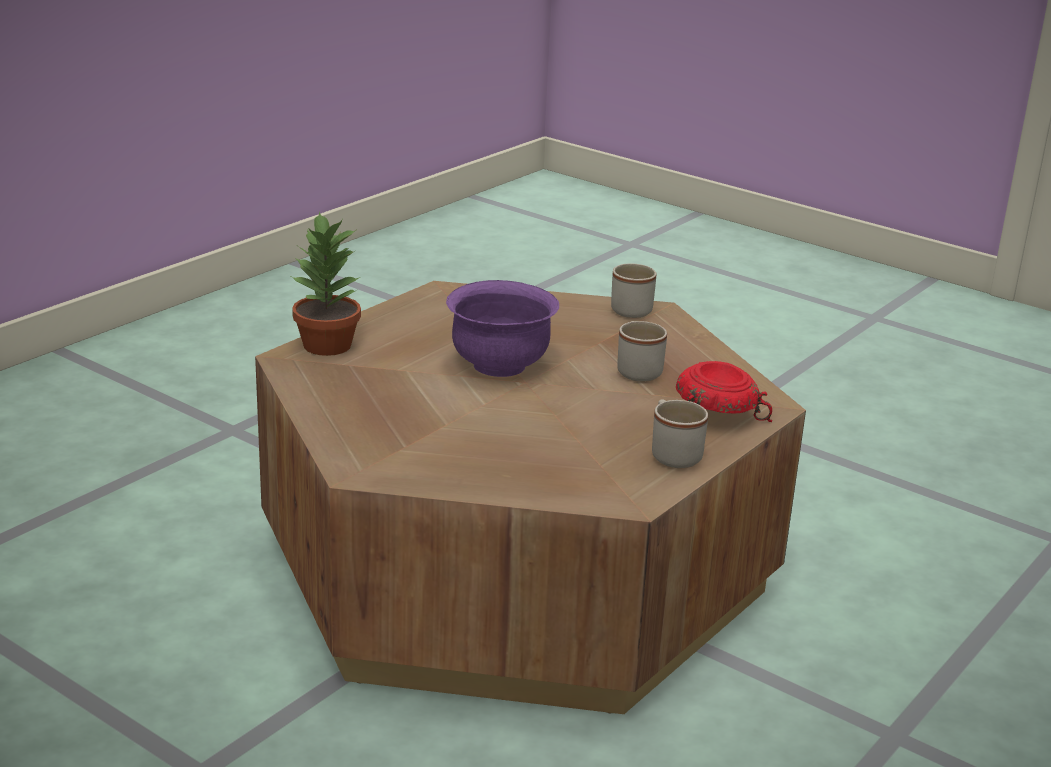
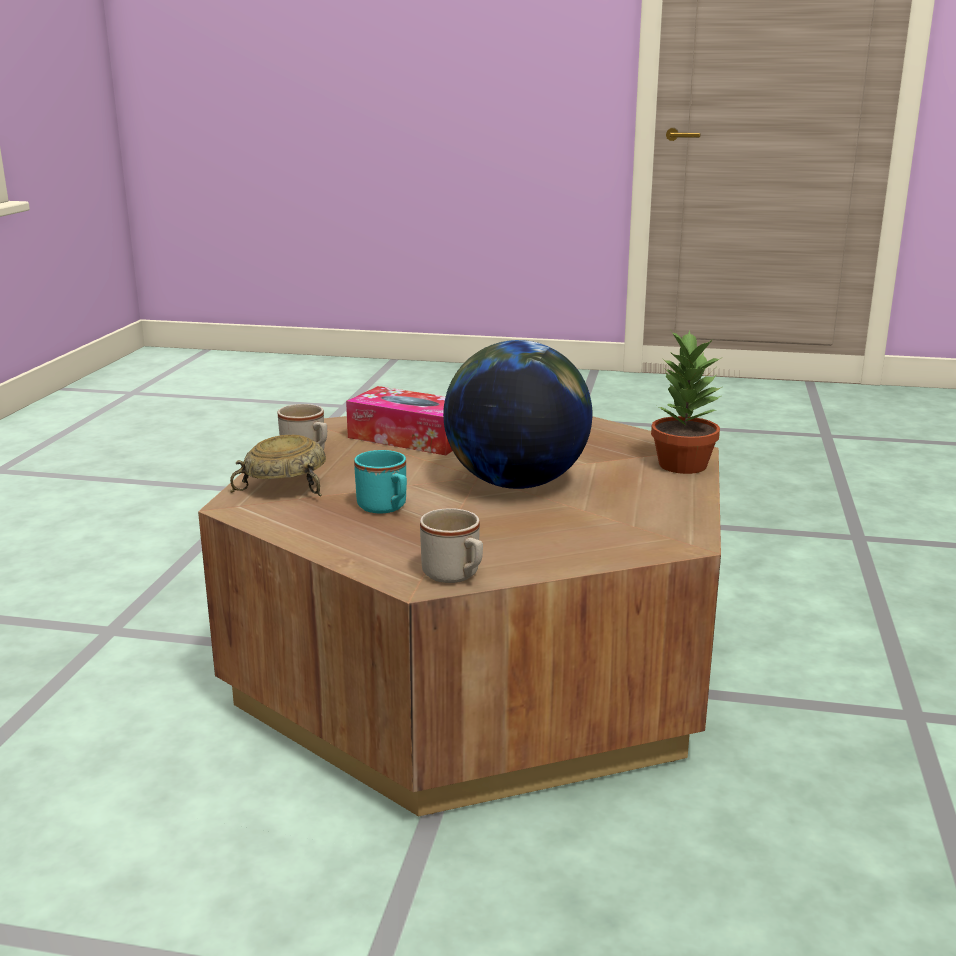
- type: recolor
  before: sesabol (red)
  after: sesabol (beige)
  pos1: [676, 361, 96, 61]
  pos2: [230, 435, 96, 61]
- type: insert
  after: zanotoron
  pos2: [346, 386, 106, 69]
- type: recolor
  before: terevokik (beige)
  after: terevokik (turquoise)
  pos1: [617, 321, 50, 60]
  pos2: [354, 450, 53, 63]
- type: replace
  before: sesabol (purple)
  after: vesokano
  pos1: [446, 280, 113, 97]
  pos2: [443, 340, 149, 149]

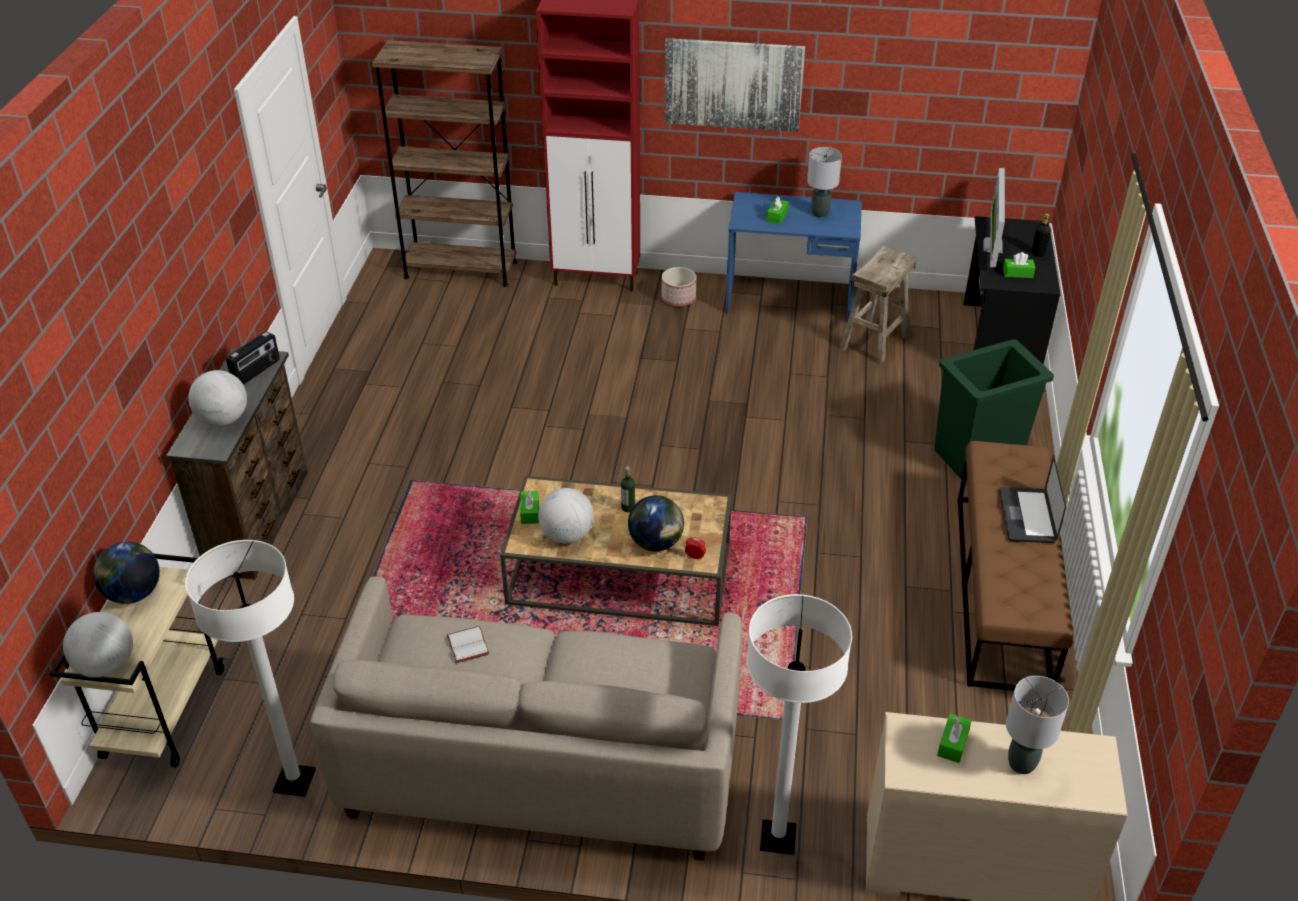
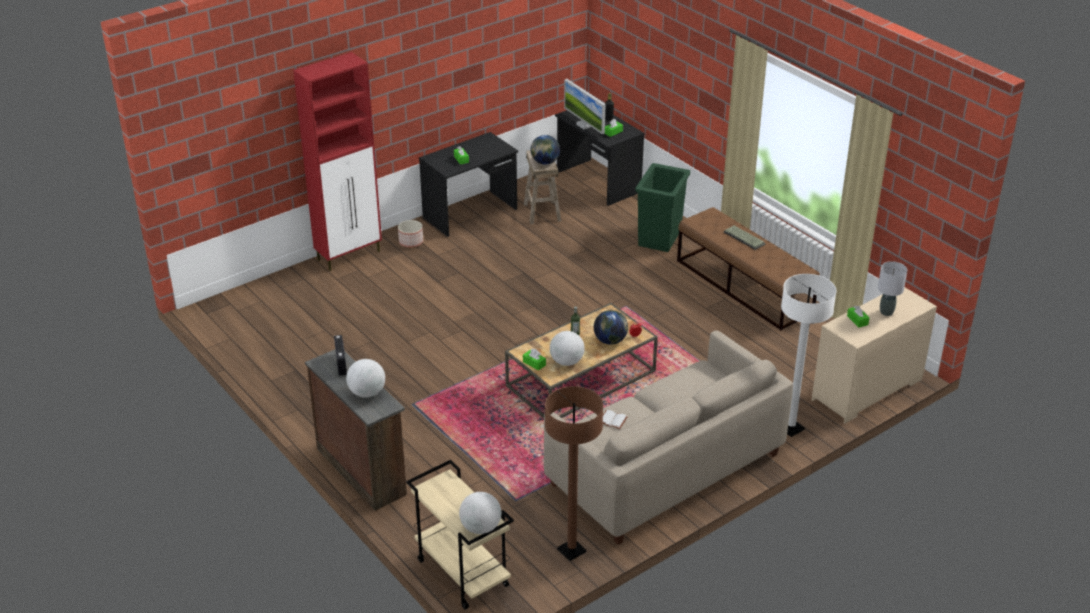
- type: recolor
  before: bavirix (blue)
  after: bavirix (black)
  pos1: [725, 192, 137, 130]
  pos2: [419, 132, 99, 105]
- type: move
  before: vesokano
  pos1: [93, 542, 67, 62]
  pos2: [531, 135, 29, 30]
- type: recolor
  before: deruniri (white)
  after: deruniri (brown)
  pos1: [185, 540, 131, 257]
  pos2: [545, 386, 58, 175]
- type: replace
  before: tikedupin
  after: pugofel
  pos1: [999, 456, 67, 87]
  pos2: [724, 225, 42, 25]
- type: delete
  before: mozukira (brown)
  pos1: [372, 40, 145, 247]
- type: delete
  before: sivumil
  pos1: [665, 38, 140, 94]
- type: delete
  before: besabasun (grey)
  pos1: [807, 147, 35, 70]

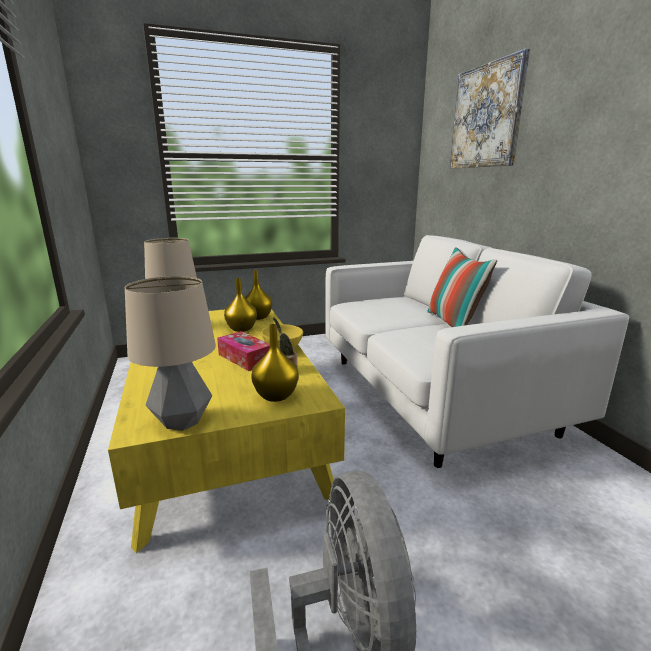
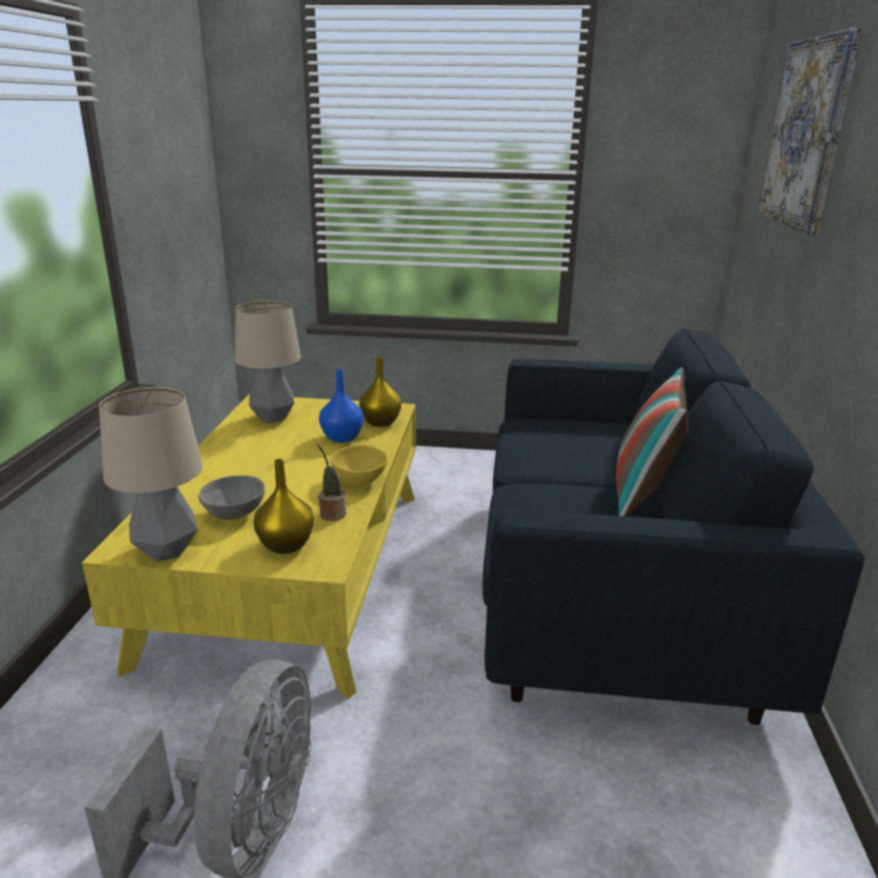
- type: insert
  after: sesabol (grey)
  pos2: [199, 475, 66, 45]
- type: recolor
  before: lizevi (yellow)
  after: lizevi (blue)
  pos1: [224, 278, 33, 54]
  pos2: [319, 369, 45, 74]
- type: recolor
  before: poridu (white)
  after: poridu (blue)
  pos1: [325, 235, 305, 233]
  pos2: [483, 329, 382, 396]
- type: delete
  before: zanotoron
  pos1: [217, 331, 53, 40]

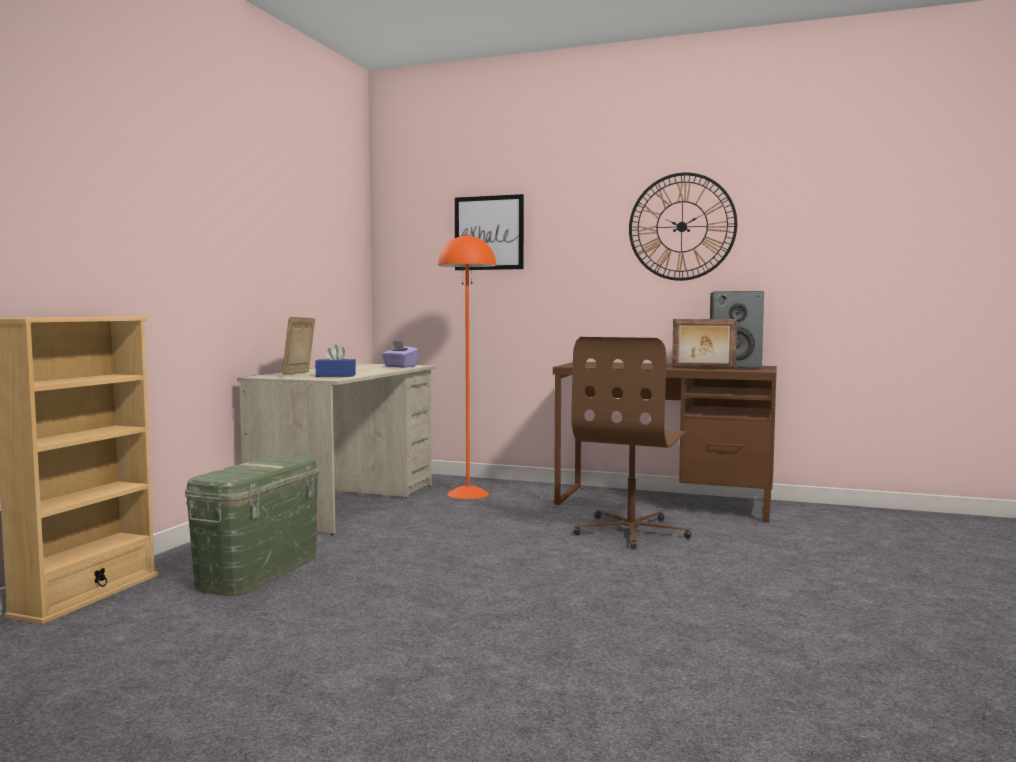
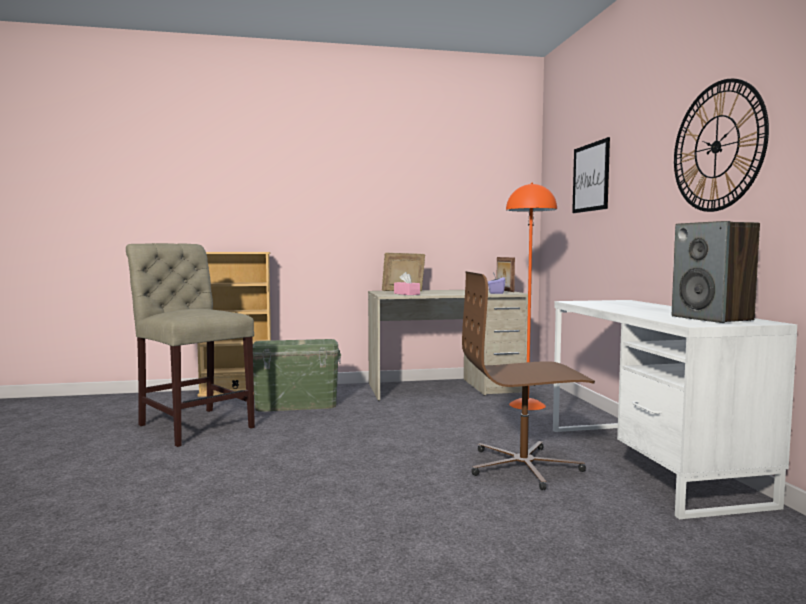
- type: insert
  after: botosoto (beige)
  pos2: [126, 243, 129, 204]
- type: recolor
  before: zanotoron (blue)
  after: zanotoron (pink)
  pos1: [315, 344, 41, 33]
  pos2: [394, 272, 26, 23]
- type: move
  before: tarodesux
  pos1: [672, 319, 65, 50]
  pos2: [496, 257, 19, 35]
- type: recolor
  before: bavirix (brown)
  after: bavirix (white)
  pos1: [553, 362, 224, 161]
  pos2: [553, 300, 244, 219]

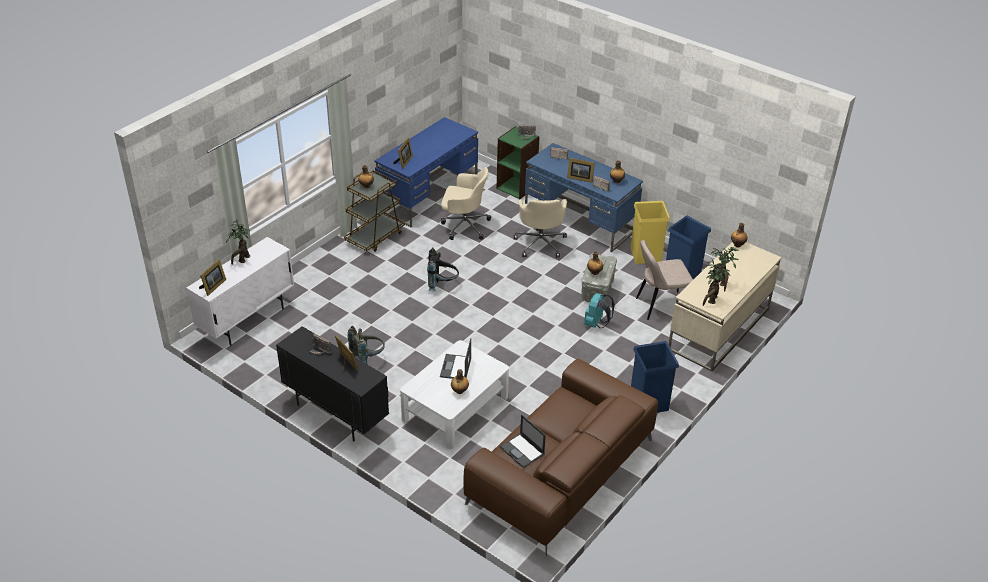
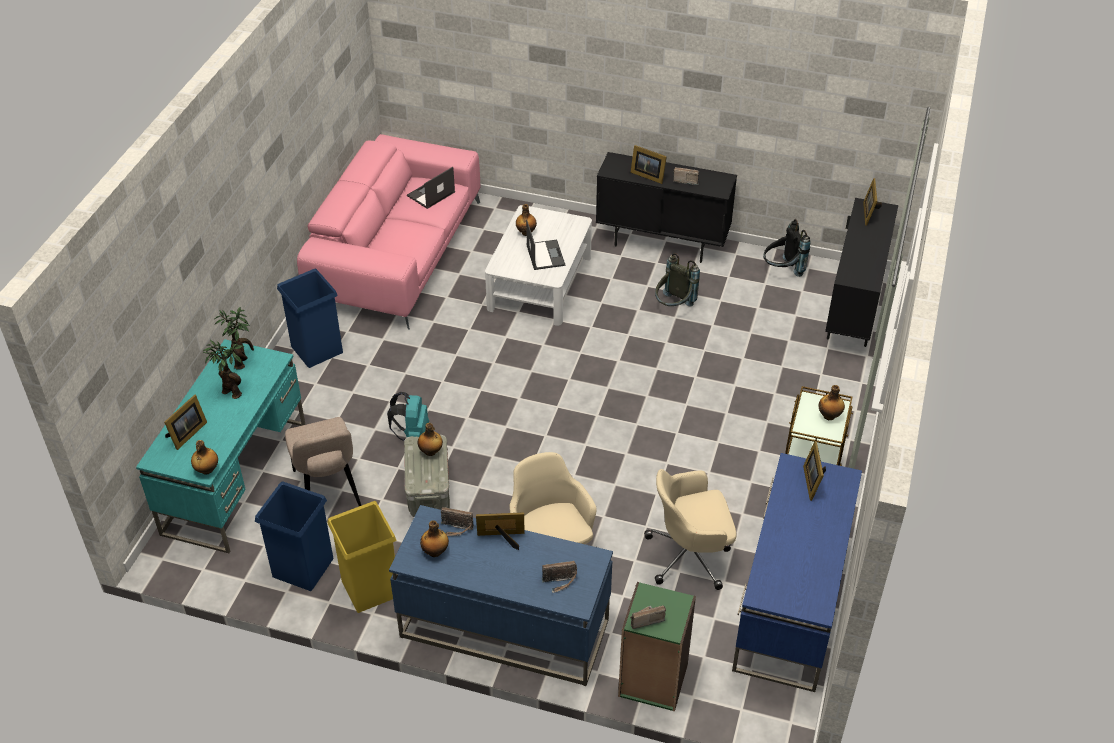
- type: recolor
  before: bavirix (beige)
  after: bavirix (turquoise)
  pos1: [668, 242, 114, 130]
  pos2: [136, 339, 170, 214]
- type: insert
  after: tarodesux
  pos2: [164, 394, 43, 56]
- type: rotate
  before: botosoto (beige)
  pos1: [636, 240, 57, 80]
  pos2: [285, 417, 76, 89]
  turn: 105
- type: recolor
  before: poridu (brown)
  after: poridu (pink)
  pos1: [464, 358, 194, 198]
  pos2: [297, 134, 183, 196]
- type: rotate
  before: tikedupin
  pos1: [500, 415, 46, 53]
  pos2: [407, 167, 48, 42]
  turn: -75
- type: move
  before: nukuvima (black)
  pos1: [427, 247, 32, 44]
  pos2: [763, 219, 48, 58]
- type: recolor
  before: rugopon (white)
  after: rugopon (black)
  pos1: [186, 237, 108, 109]
  pos2: [825, 198, 73, 149]
- type: delete
  before: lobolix
  pos1: [226, 219, 24, 45]

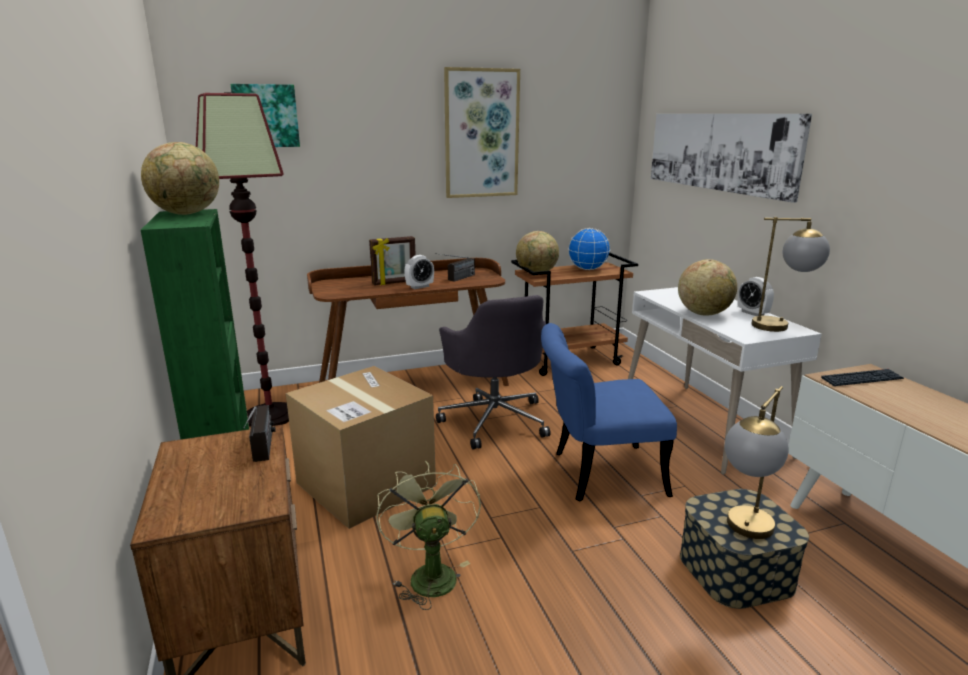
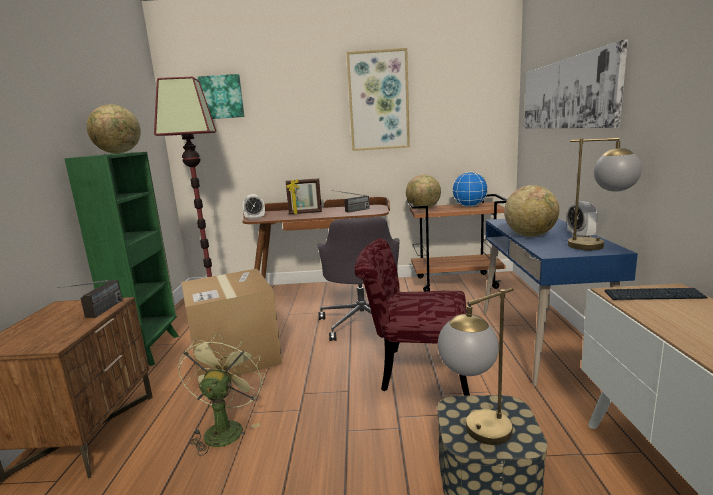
- type: move
  before: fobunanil
  pos1: [404, 255, 30, 34]
  pos2: [242, 194, 23, 26]
- type: recolor
  before: botosoto (blue)
  after: botosoto (red)
  pos1: [541, 323, 136, 178]
  pos2: [354, 238, 116, 157]
- type: recolor
  before: bavirix (white)
  after: bavirix (blue)
  pos1: [628, 287, 194, 188]
  pos2: [483, 219, 155, 168]

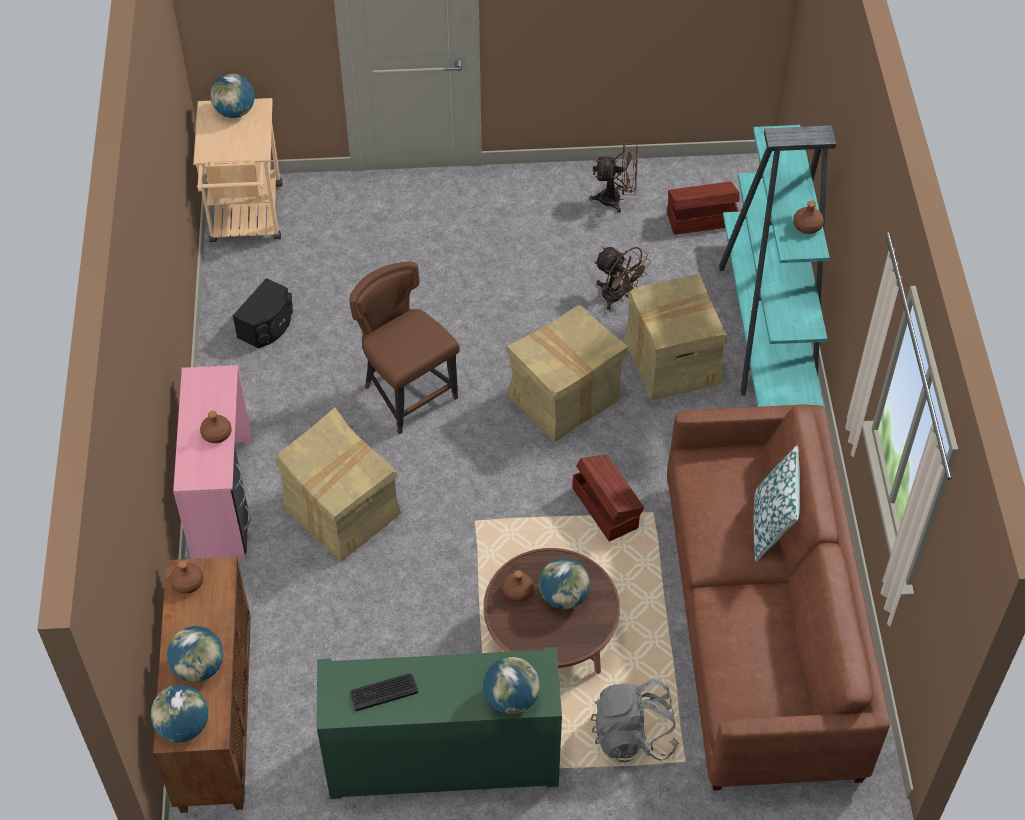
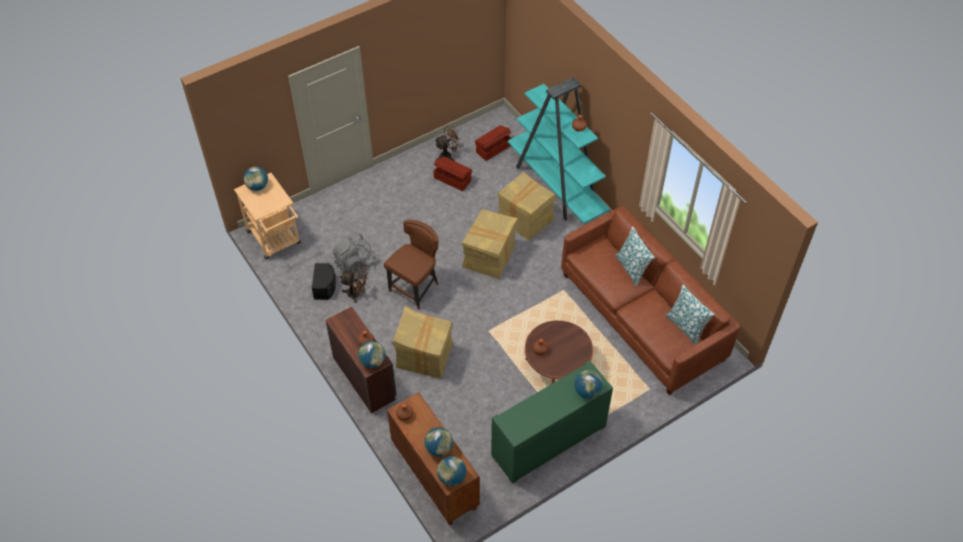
- type: recolor
  before: bavirix (pink)
  after: bavirix (brown)
  pos1: [173, 365, 80, 196]
  pos2: [325, 306, 72, 108]
- type: move
  before: nukuvima (grey)
  pos1: [591, 679, 88, 83]
  pos2: [333, 232, 42, 41]
- type: move
  before: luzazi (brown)
  pos1: [594, 247, 57, 63]
  pos2: [340, 265, 29, 38]
- type: move
  before: vesokano
  pos1: [539, 558, 51, 51]
  pos2: [358, 341, 27, 27]
- type: rotate
  before: botosoto (brown)
  pos1: [349, 262, 111, 173]
  pos2: [384, 220, 54, 90]
  turn: 105
- type: move
  before: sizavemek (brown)
  pos1: [572, 454, 72, 87]
  pos2: [434, 156, 38, 35]
- type: insert
  after: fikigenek
  pos2: [665, 285, 50, 60]
- type: delete
  before: pugofel
  pos1: [350, 673, 68, 38]

